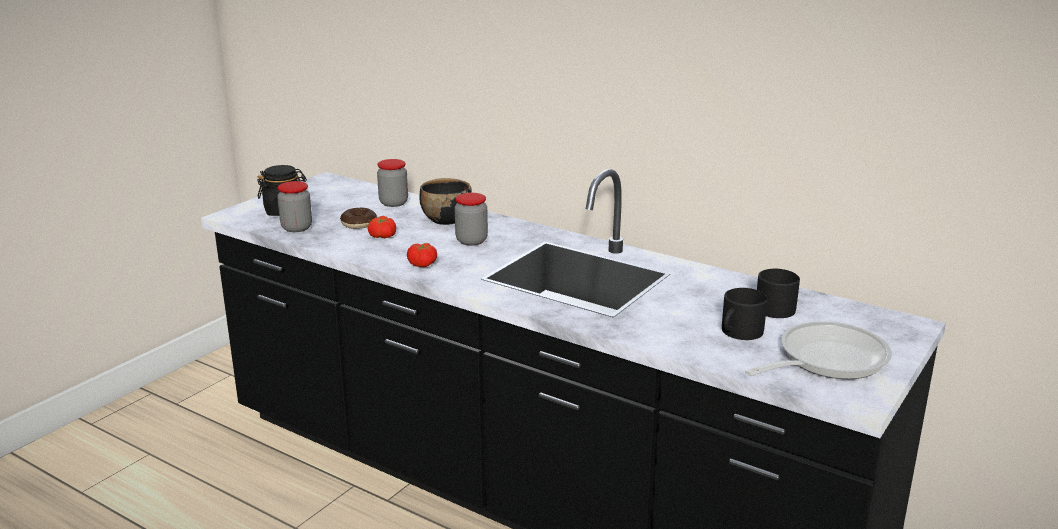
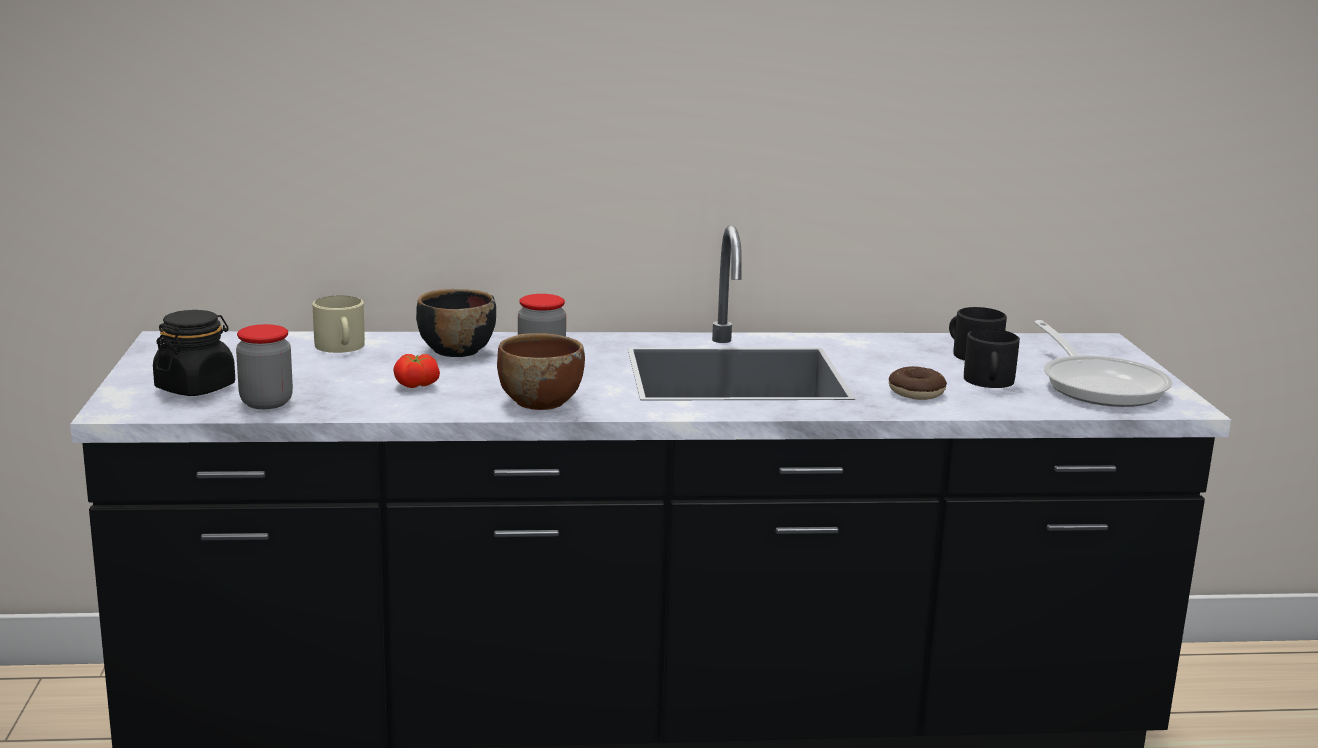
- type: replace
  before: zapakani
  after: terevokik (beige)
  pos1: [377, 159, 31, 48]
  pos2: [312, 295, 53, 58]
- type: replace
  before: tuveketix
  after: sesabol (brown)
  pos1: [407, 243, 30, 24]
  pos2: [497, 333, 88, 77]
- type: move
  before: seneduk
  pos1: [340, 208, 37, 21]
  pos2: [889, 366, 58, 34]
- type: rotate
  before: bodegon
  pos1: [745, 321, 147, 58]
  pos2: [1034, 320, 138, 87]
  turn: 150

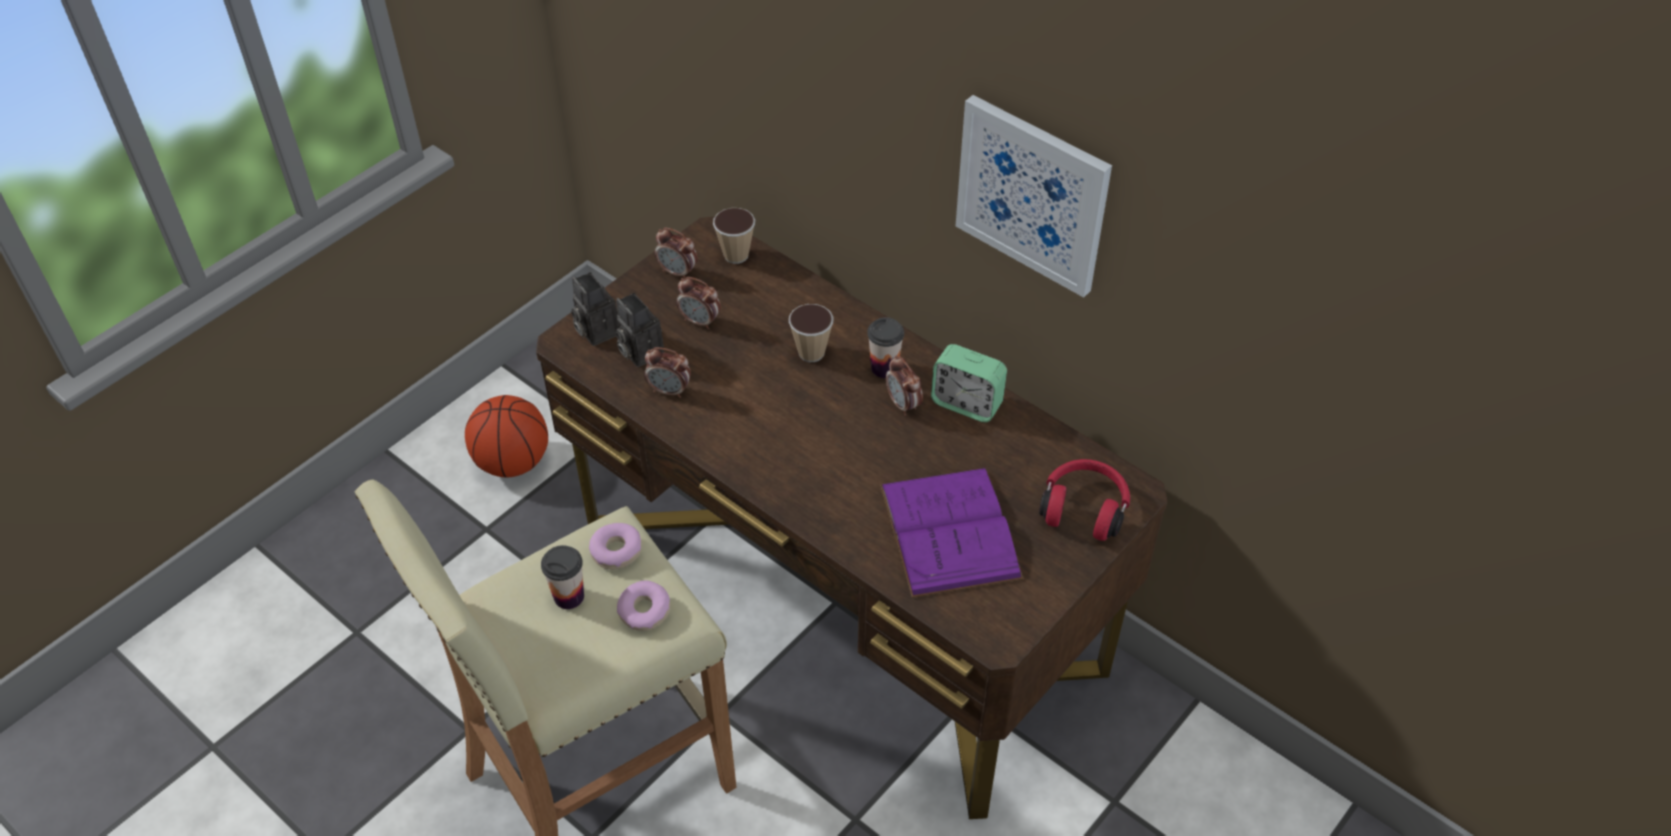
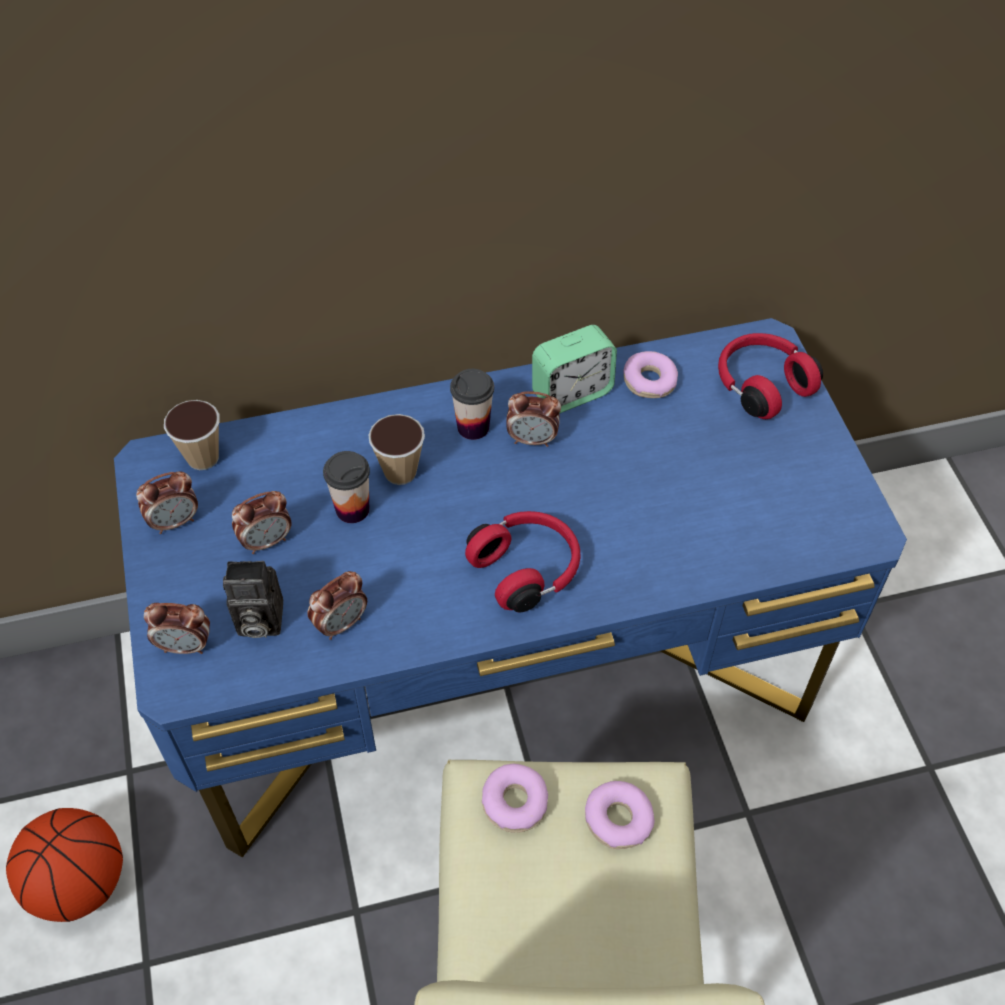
- type: recolor
  before: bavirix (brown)
  after: bavirix (blue)
  pos1: [536, 217, 631, 602]
  pos2: [114, 318, 793, 539]
- type: replace
  before: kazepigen
  after: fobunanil
  pos1: [571, 272, 47, 74]
  pos2: [144, 603, 66, 51]
- type: move
  before: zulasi
  pos1: [541, 545, 43, 64]
  pos2: [323, 451, 47, 72]
- type: insert
  after: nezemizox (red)
  pos2: [465, 511, 116, 101]
- type: insert
  after: seneduk
  pos2: [623, 351, 55, 47]
- type: delete
  before: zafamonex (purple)
  pos1: [880, 468, 143, 130]
- type: delete
  before: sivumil
  pos1: [956, 95, 156, 203]

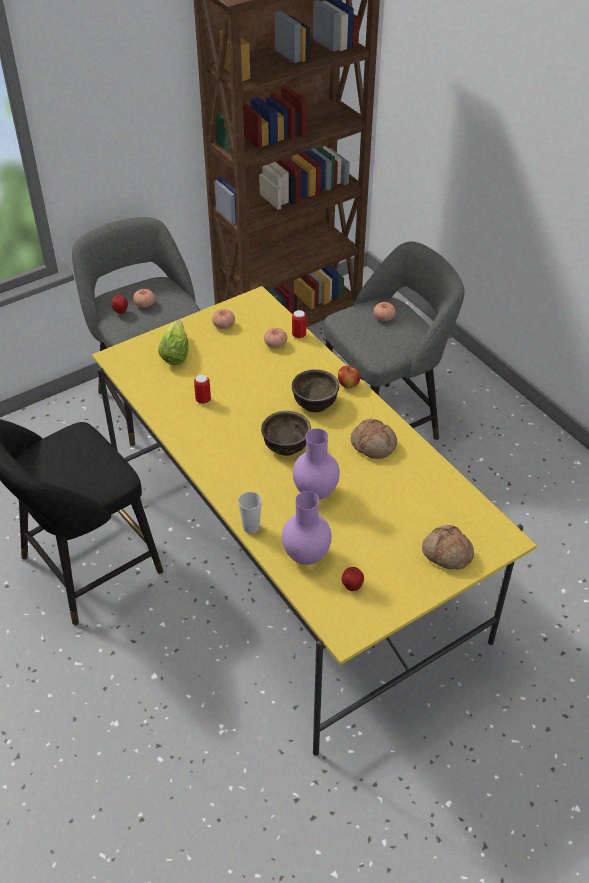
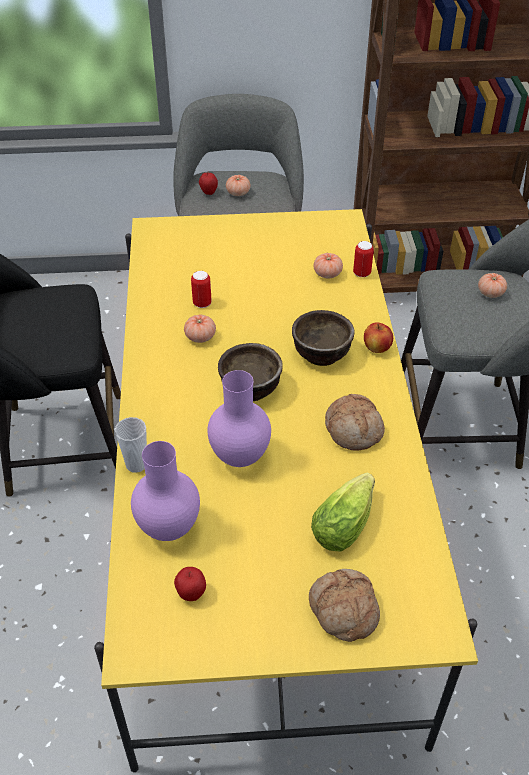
- type: move
  before: tuveketix
  pos1: [212, 309, 23, 20]
  pos2: [184, 314, 32, 29]
- type: move
  before: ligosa
  pos1: [158, 320, 31, 46]
  pos2: [311, 473, 64, 79]

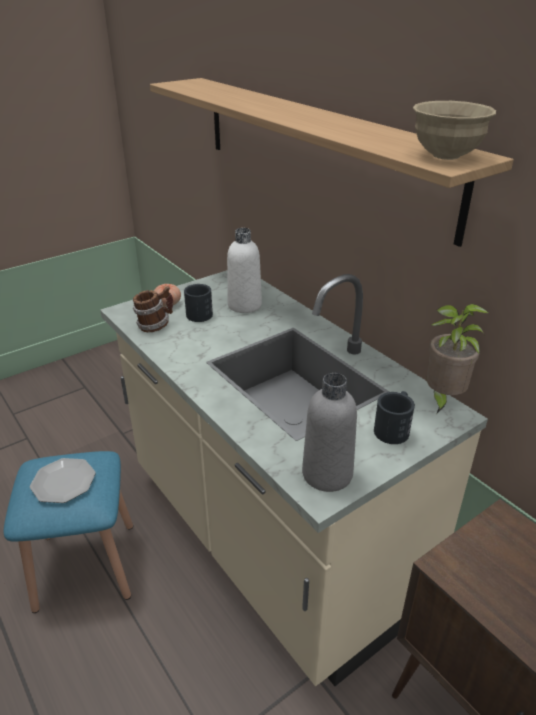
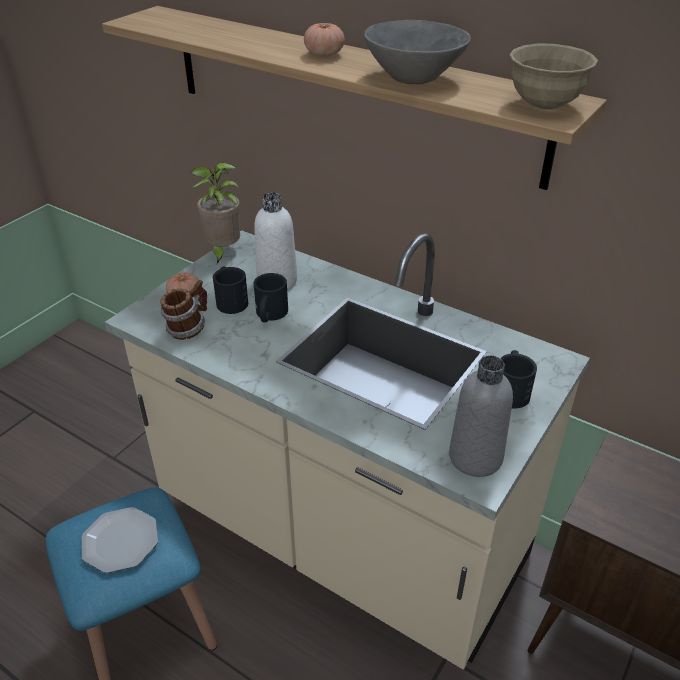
- type: move
  before: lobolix
  pos1: [427, 304, 61, 110]
  pos2: [191, 162, 49, 102]
- type: insert
  after: terevokik (black)
  pos2: [253, 273, 35, 49]
- type: insert
  after: tuveketix
  pos2: [304, 23, 41, 34]
- type: insert
  after: sesabol (grey)
  pos2: [364, 20, 107, 64]

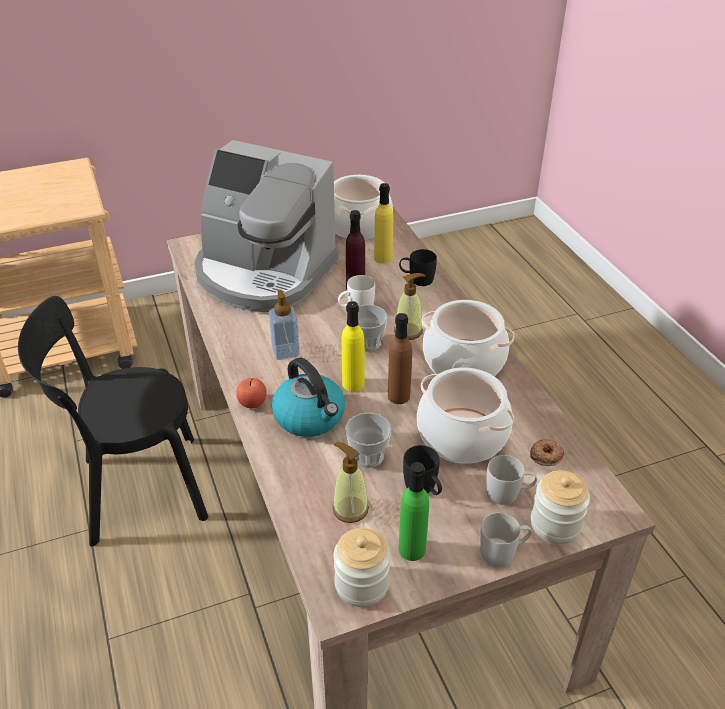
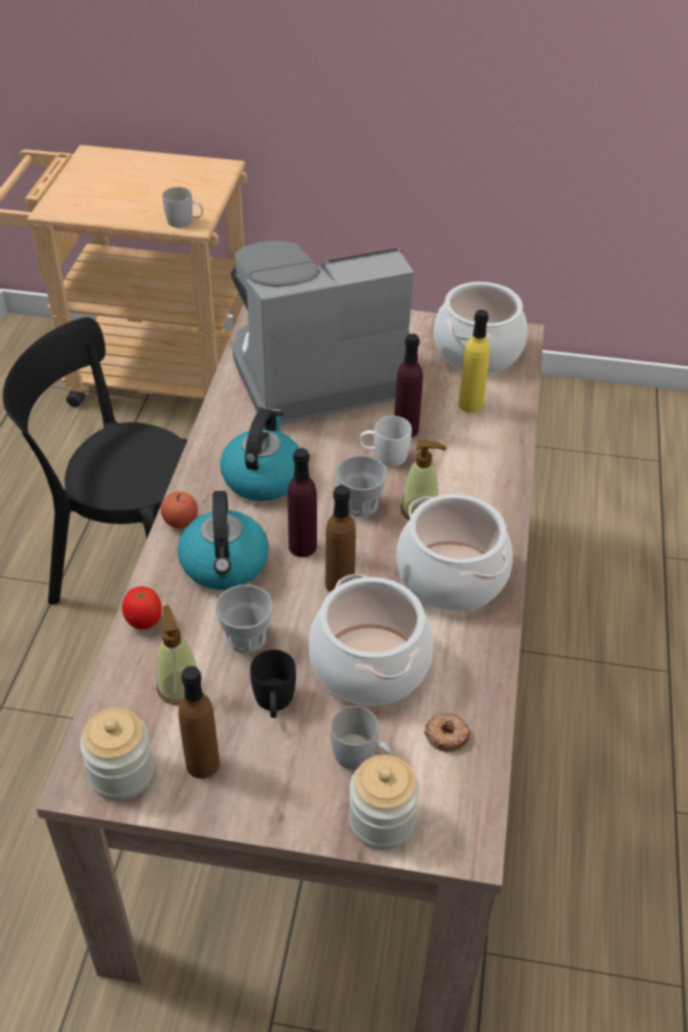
- type: insert
  after: tuveketix
  pos2: [122, 586, 40, 43]
- type: move
  before: terevokik (white)
  pos1: [480, 513, 52, 54]
  pos2: [162, 187, 41, 41]
- type: recolor
  before: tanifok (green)
  after: tanifok (brown)
  pos1: [399, 462, 30, 99]
  pos2: [178, 666, 42, 113]
- type: replace
  before: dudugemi
  after: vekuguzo
  pos1: [269, 290, 31, 70]
  pos2: [220, 408, 79, 93]
- type: rotate
  before: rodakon
  pos1: [194, 140, 145, 172]
  pos2: [231, 241, 183, 183]
  turn: 105
- type: recolor
  before: tanifok (yellow)
  after: tanifok (purple)
  pos1: [342, 301, 23, 91]
  pos2: [288, 448, 29, 109]
- type: delete
  before: terevokik (black)
  pos1: [399, 249, 38, 37]

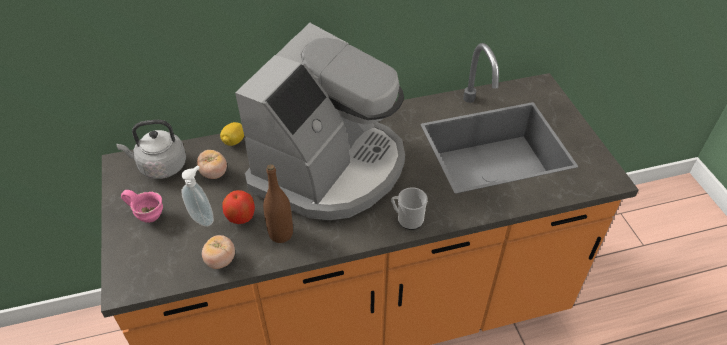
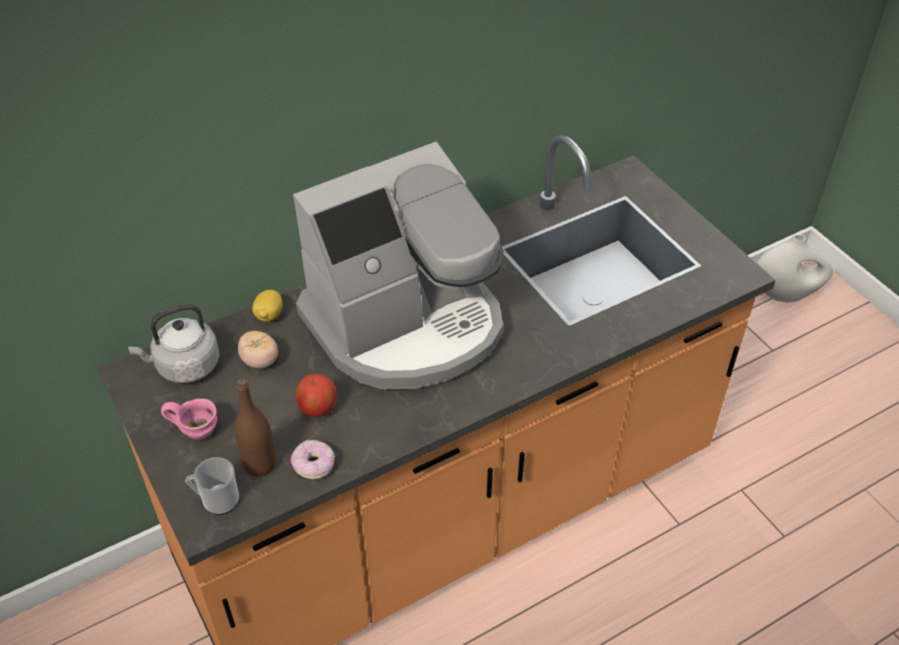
- type: move
  before: terevokik
  pos1: [391, 187, 36, 43]
  pos2: [185, 457, 54, 58]
- type: move
  before: tanifok (brown)
  pos1: [263, 164, 30, 79]
  pos2: [235, 379, 41, 98]
- type: replace
  before: tuveketix
  after: seneduk
  pos1: [202, 235, 33, 34]
  pos2: [291, 439, 44, 40]
- type: rotate
  before: rodakon
  pos1: [235, 23, 170, 197]
  pos2: [293, 142, 211, 248]
  turn: 45
- type: insert
  after: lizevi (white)
  pos2: [756, 235, 77, 67]
- type: delete
  before: dudugemi
  pos1: [181, 165, 33, 62]

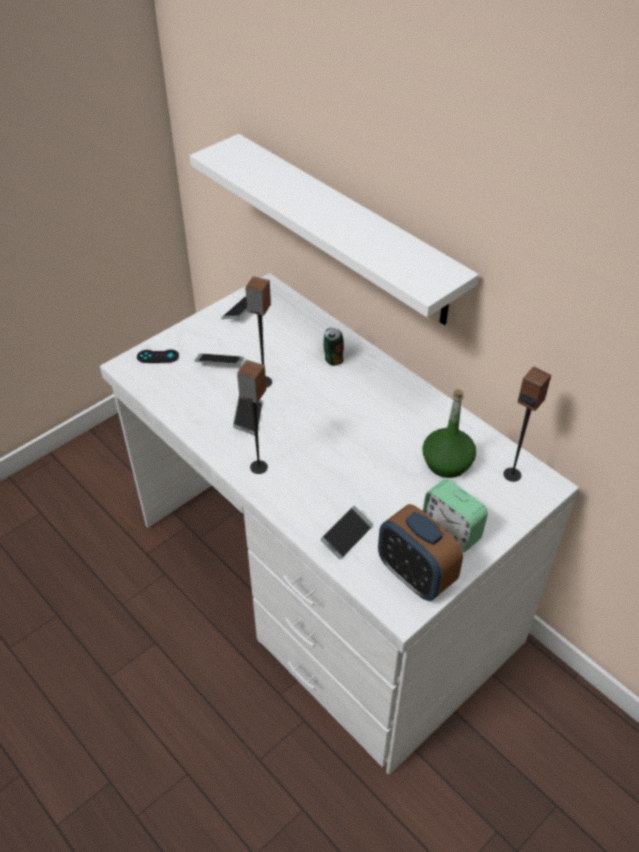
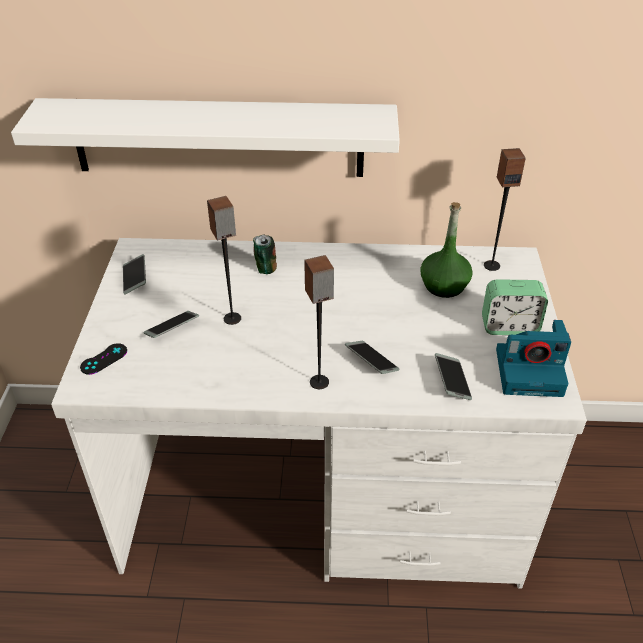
- type: move
  before: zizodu
  pos1: [233, 398, 30, 37]
  pos2: [345, 341, 55, 33]
- type: replace
  before: fobunanil
  after: kazepigen
  pos1: [378, 504, 85, 97]
  pos2: [496, 320, 75, 77]

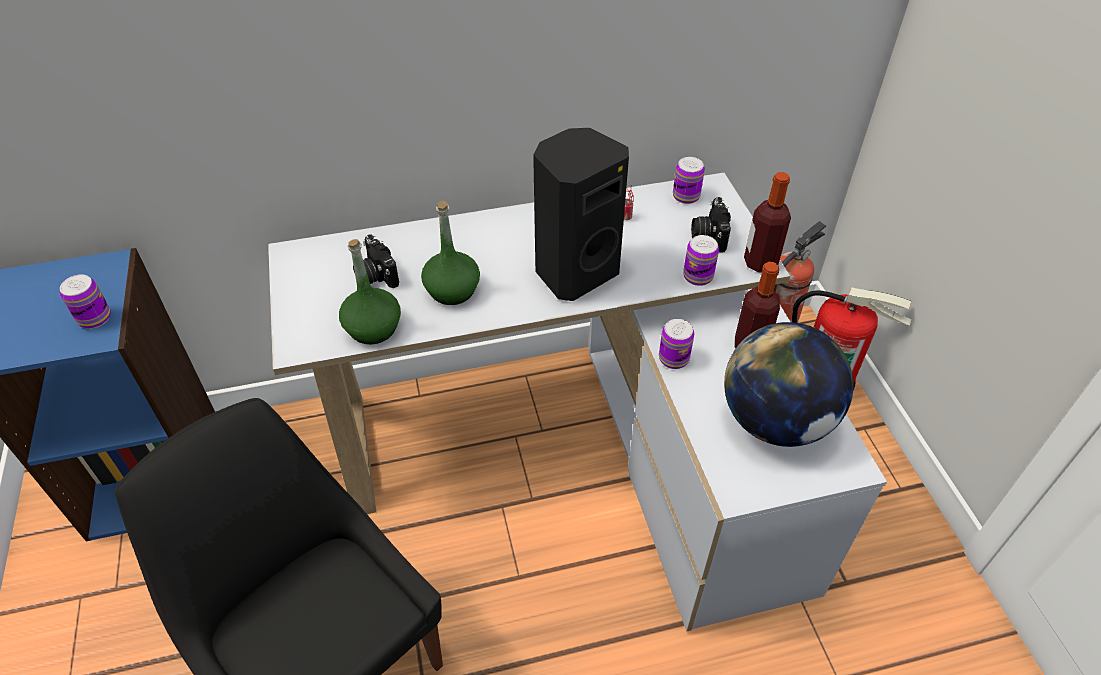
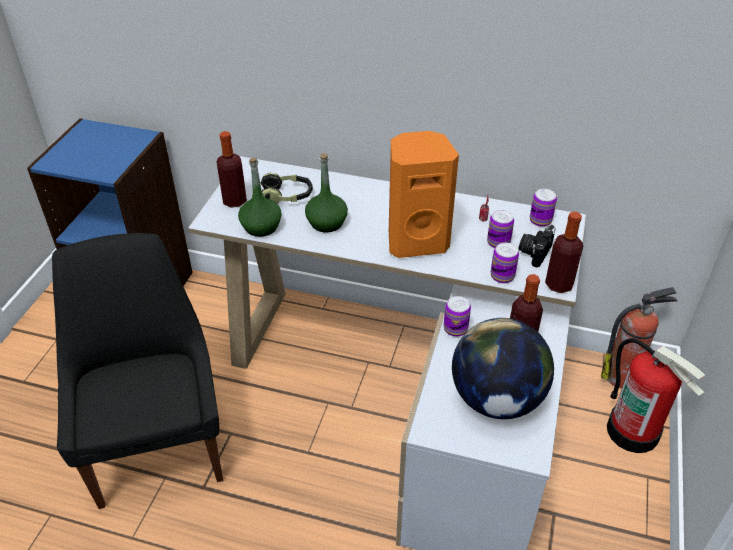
- type: insert
  after: tanifok
  pos2: [217, 131, 30, 77]
- type: replace
  before: kazepigen
  after: nezemizox
  pos1: [353, 234, 46, 54]
  pos2: [261, 172, 52, 32]
- type: recolor
  before: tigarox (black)
  after: tigarox (orange)
  pos1: [533, 128, 96, 173]
  pos2: [389, 131, 70, 127]
- type: move
  before: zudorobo
  pos1: [60, 275, 51, 54]
  pos2: [487, 210, 27, 38]

